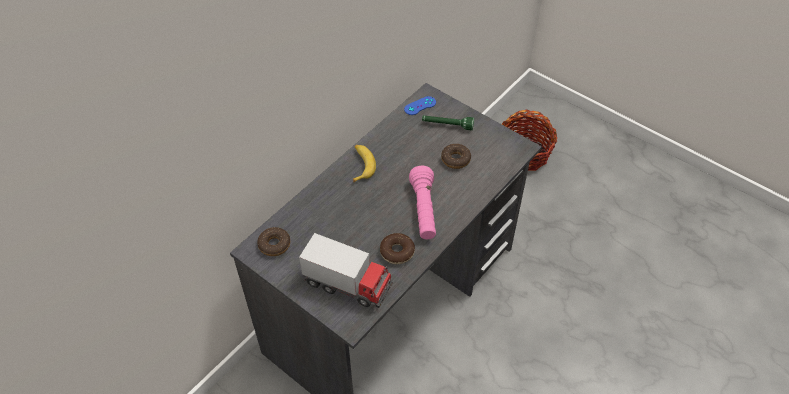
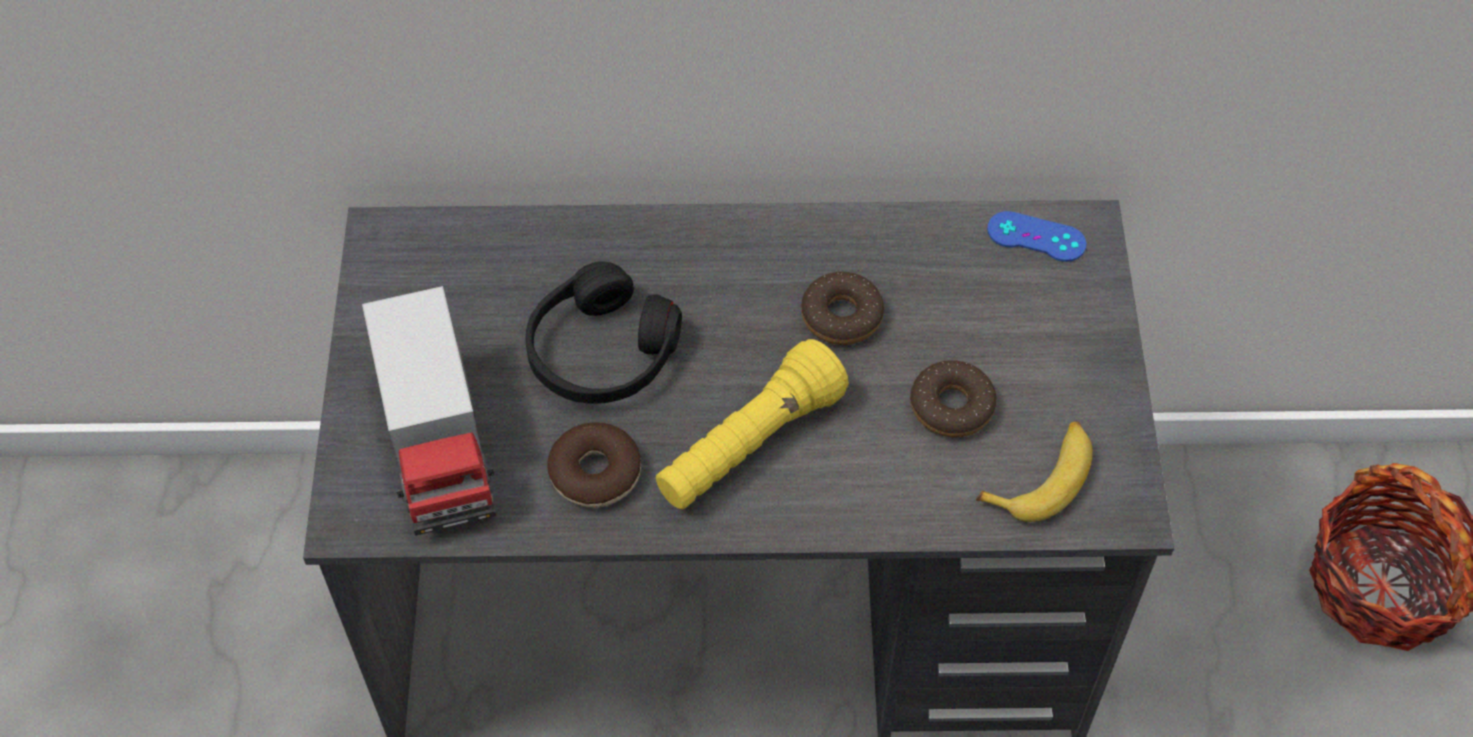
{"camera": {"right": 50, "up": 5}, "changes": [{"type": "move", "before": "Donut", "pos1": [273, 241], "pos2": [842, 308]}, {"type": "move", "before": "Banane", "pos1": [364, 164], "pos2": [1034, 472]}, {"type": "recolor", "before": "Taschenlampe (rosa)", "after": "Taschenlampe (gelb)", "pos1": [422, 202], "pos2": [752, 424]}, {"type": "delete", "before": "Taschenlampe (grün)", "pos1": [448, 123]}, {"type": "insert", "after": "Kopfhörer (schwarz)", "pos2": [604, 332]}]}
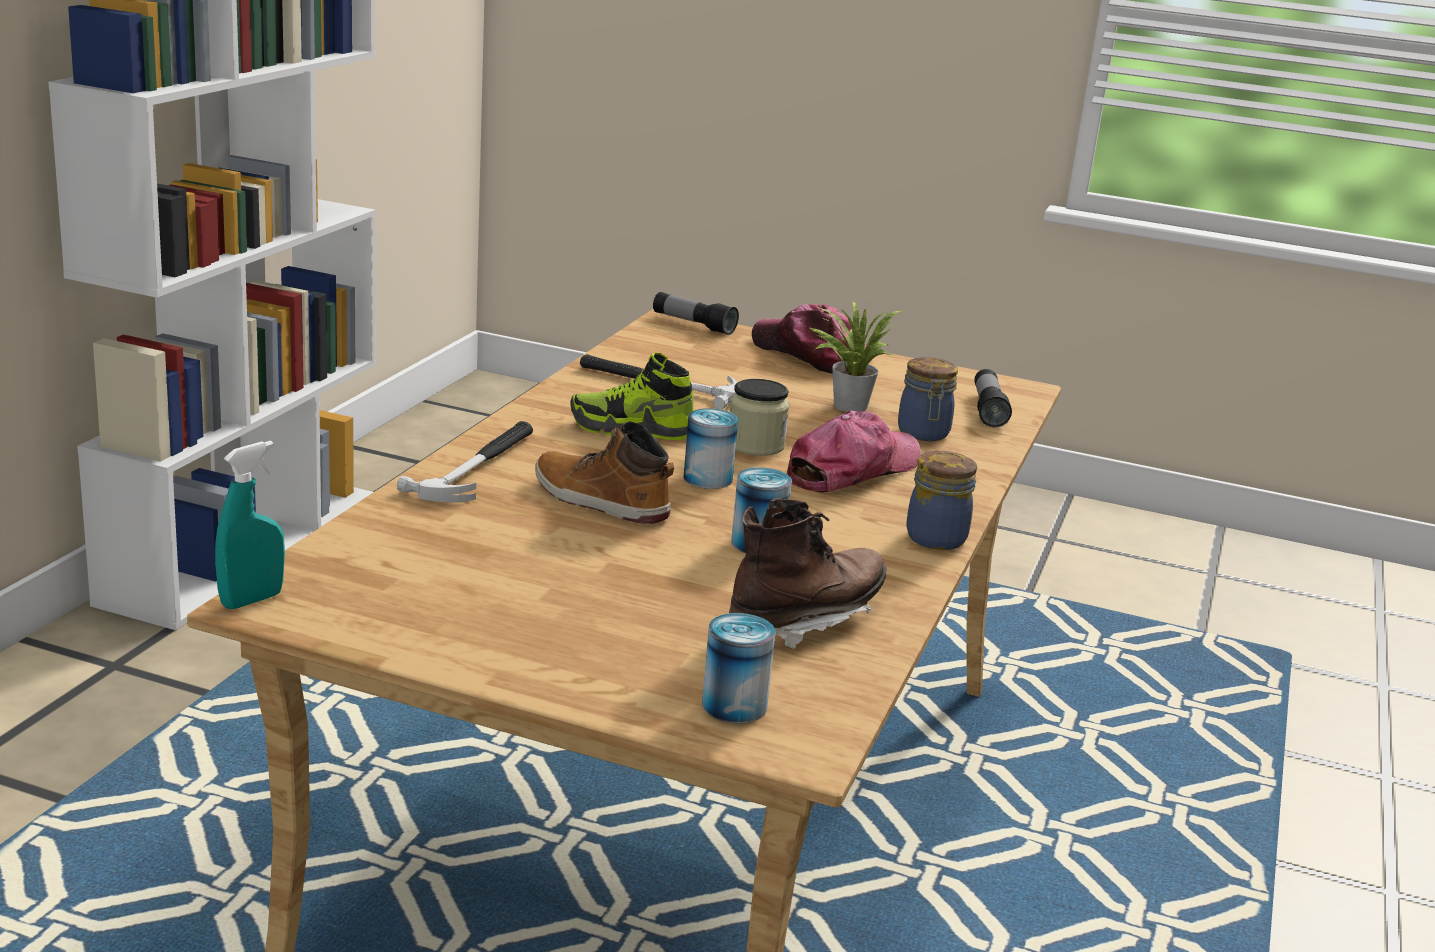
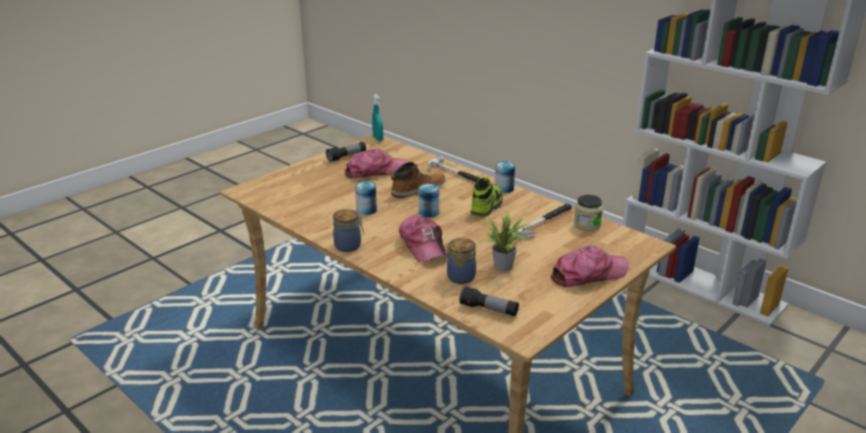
{"camera": {"right": 115, "up": 5}, "changes": [{"type": "move", "before": "Taschenlampe", "pos1": [696, 313], "pos2": [346, 152]}, {"type": "move", "before": "Dose", "pos1": [738, 668], "pos2": [505, 177]}, {"type": "delete", "before": "Stiefel (braun)", "pos1": [808, 573]}, {"type": "move", "before": "Vorratsglas", "pos1": [760, 417], "pos2": [588, 213]}, {"type": "insert", "after": "Kappe", "pos2": [376, 163]}]}
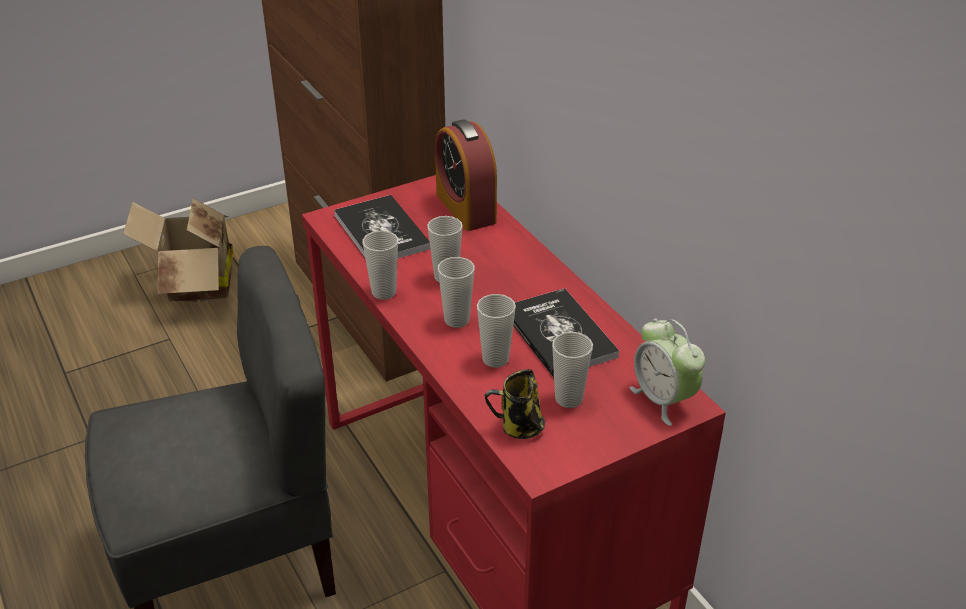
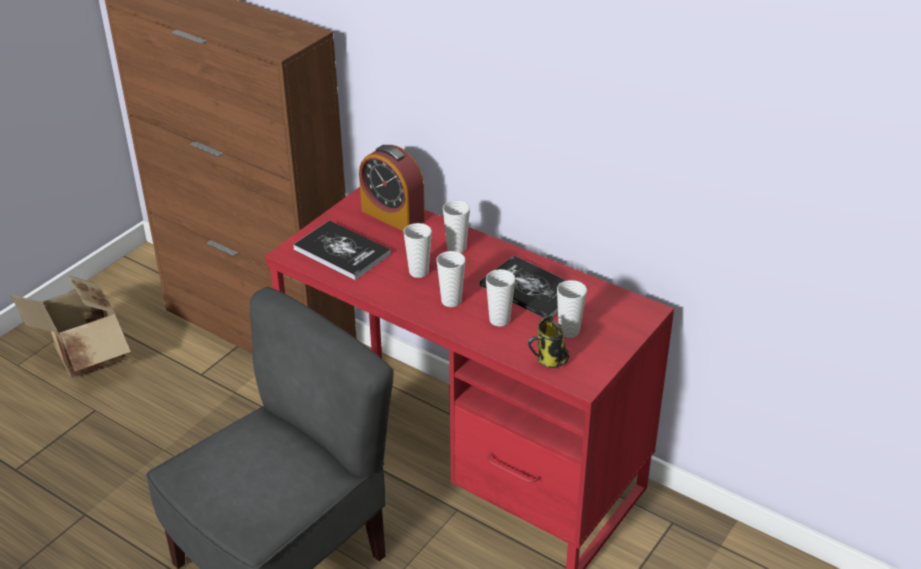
{"camera": {"right": -25, "up": 0}, "changes": [{"type": "move", "before": "Tasse", "pos1": [380, 265], "pos2": [456, 226]}, {"type": "delete", "before": "Wecker", "pos1": [667, 372]}]}
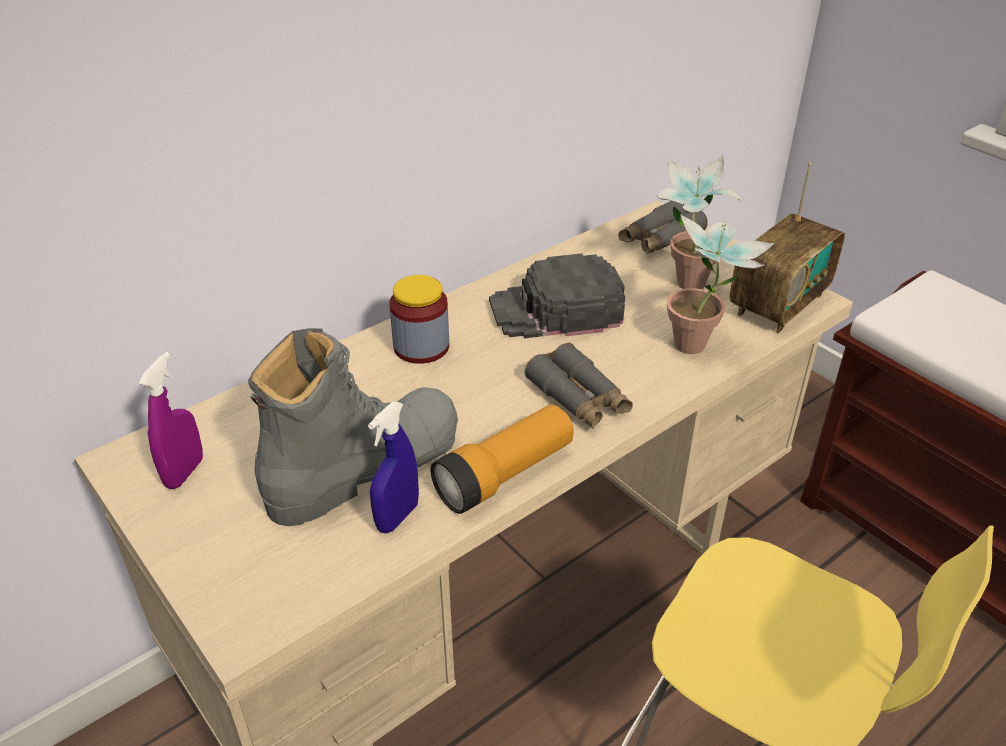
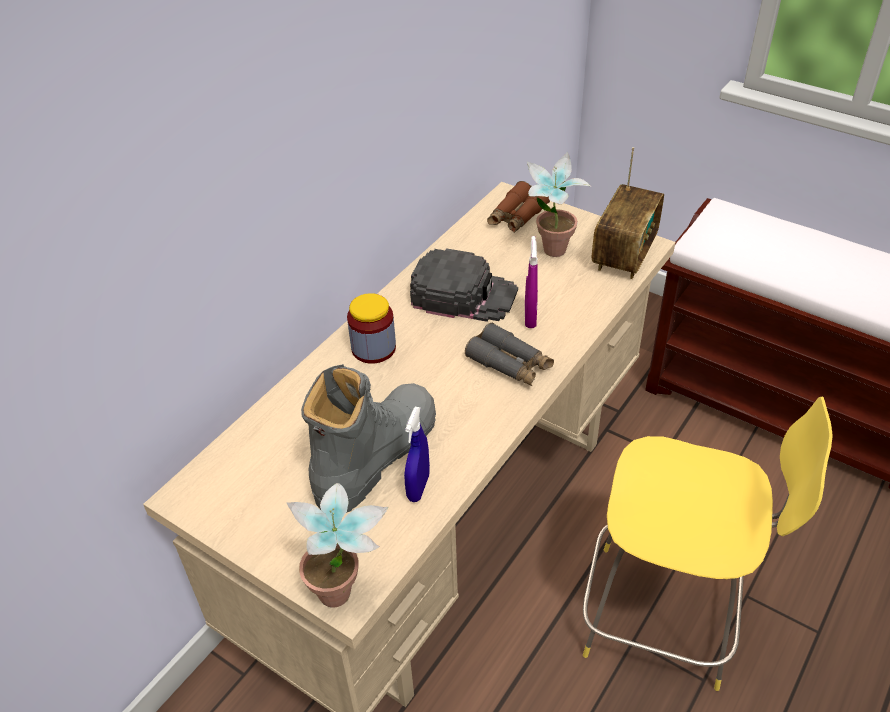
{"camera": {"right": -15, "up": 5}, "changes": [{"type": "move", "before": "Sprühflasche (lila)", "pos1": [171, 420], "pos2": [531, 282]}, {"type": "delete", "before": "Taschenlampe", "pos1": [502, 459]}, {"type": "rotate", "before": "Kappe (schwarz)", "pos1": [557, 295], "pos2": [464, 285], "turn": -135}, {"type": "recolor", "before": "Fernglas (grau)", "after": "Fernglas (braun)", "pos1": [663, 227], "pos2": [518, 207]}, {"type": "move", "before": "Topfpflanze", "pos1": [720, 284], "pos2": [337, 545]}]}
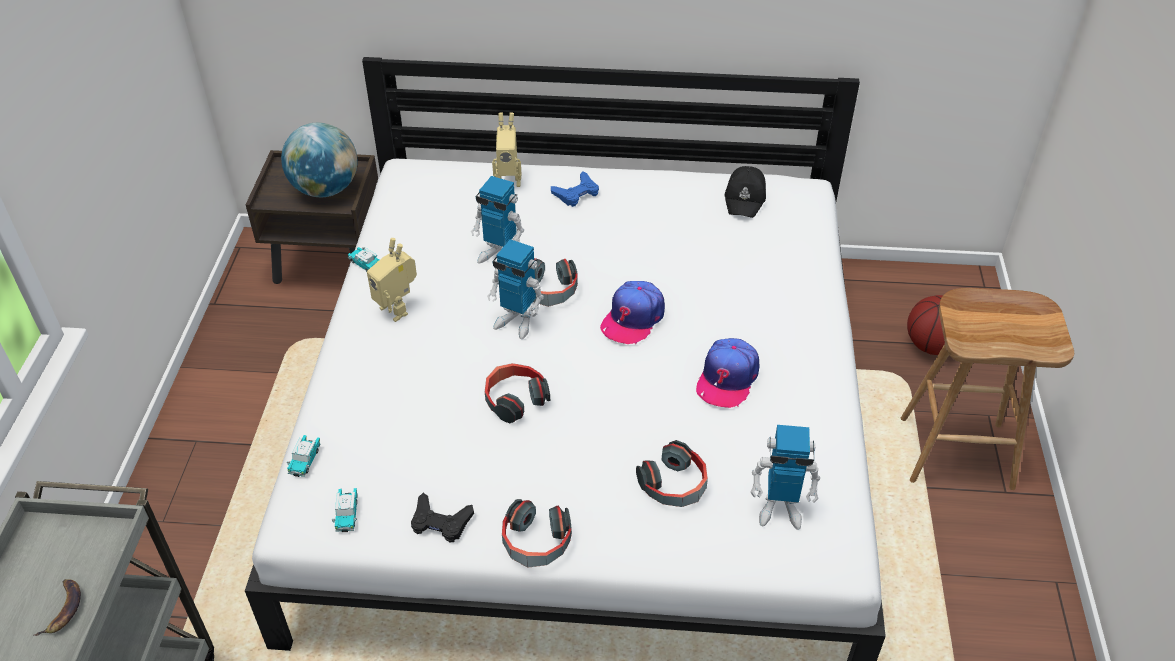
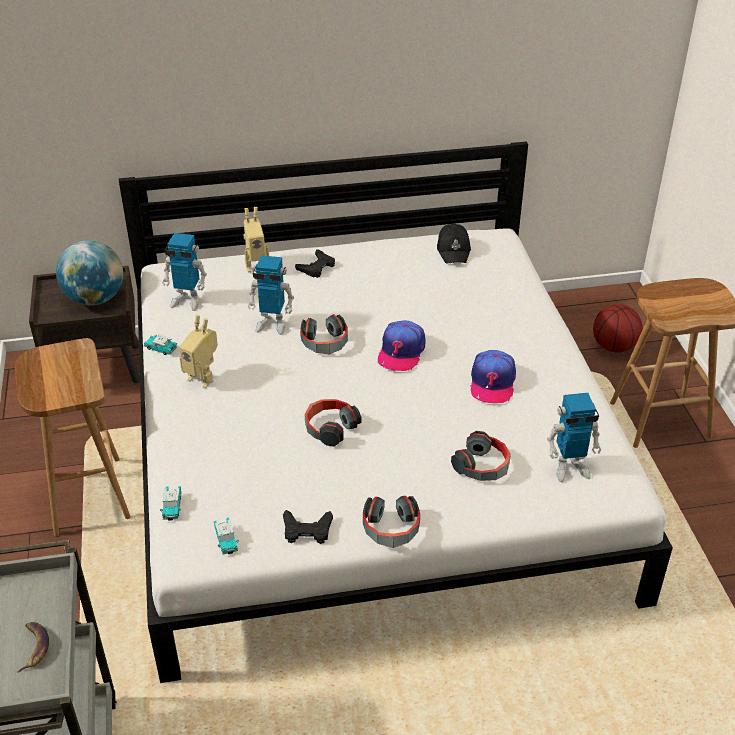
{"camera": {"right": -15, "up": -5}, "changes": [{"type": "move", "before": "Spielzeugroboter", "pos1": [515, 289], "pos2": [184, 272]}, {"type": "recolor", "before": "Gamepad (blau)", "after": "Gamepad (schwarz)", "pos1": [575, 189], "pos2": [315, 263]}, {"type": "insert", "after": "Hocker (braun)", "pos2": [73, 437]}]}
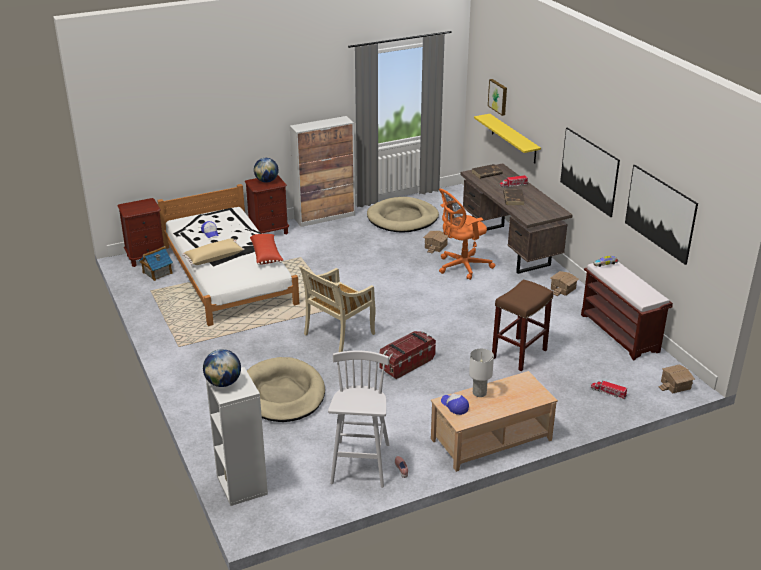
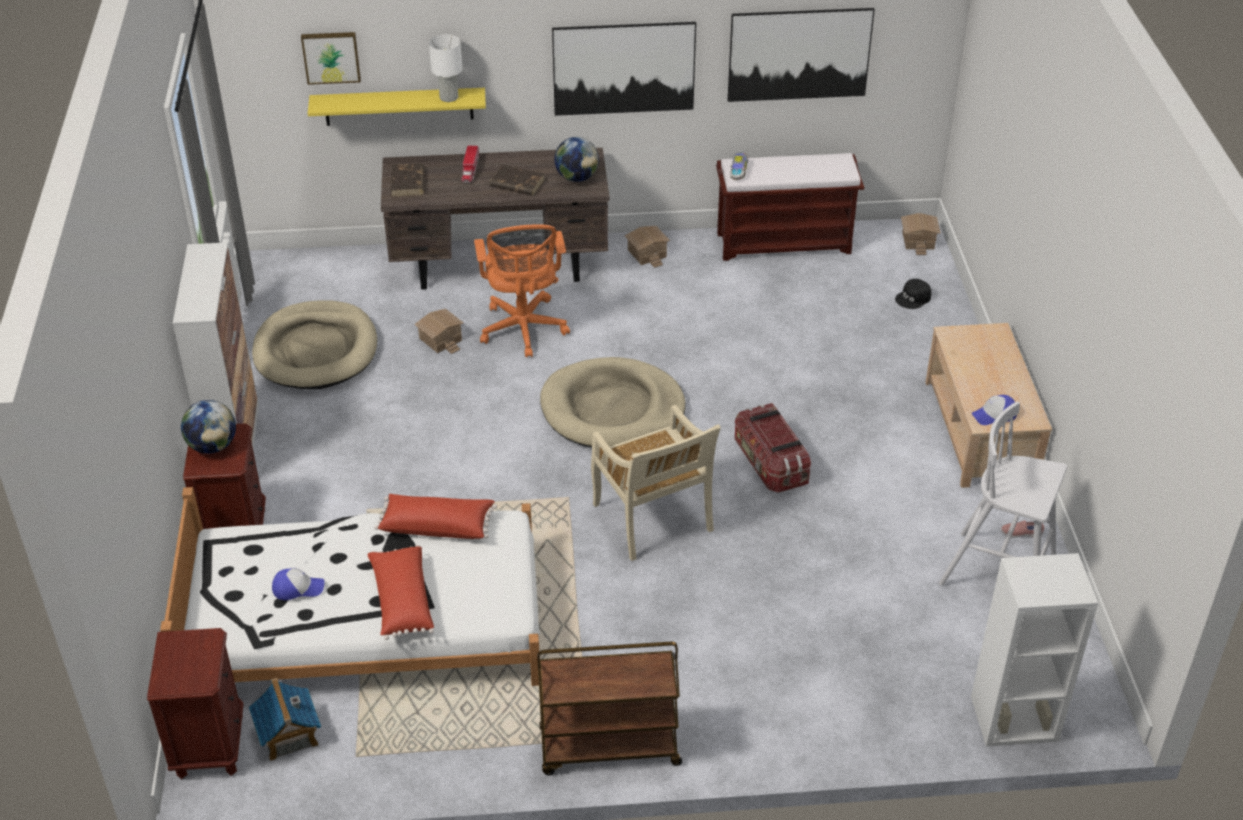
{"camera": {"right": -70, "up": 10}, "changes": [{"type": "recolor", "before": "Kissen (beige)", "after": "Kissen (rot)", "pos1": [214, 251], "pos2": [400, 592]}, {"type": "move", "before": "Globus", "pos1": [222, 368], "pos2": [576, 159]}, {"type": "move", "before": "Hundebett (beige)", "pos1": [286, 389], "pos2": [613, 402]}, {"type": "move", "before": "Tischlampe (weiß)", "pos1": [481, 372], "pos2": [445, 68]}, {"type": "delete", "before": "Hocker (braun)", "pos1": [522, 325]}, {"type": "replace", "before": "Spielzeuglaster", "after": "Kappe (schwarz)", "pos1": [609, 389], "pos2": [913, 294]}, {"type": "insert", "after": "Rollwagen (braun)", "pos2": [609, 708]}]}
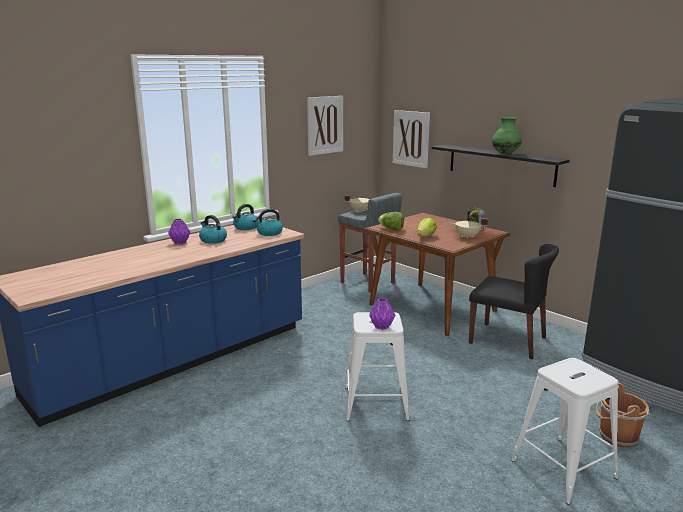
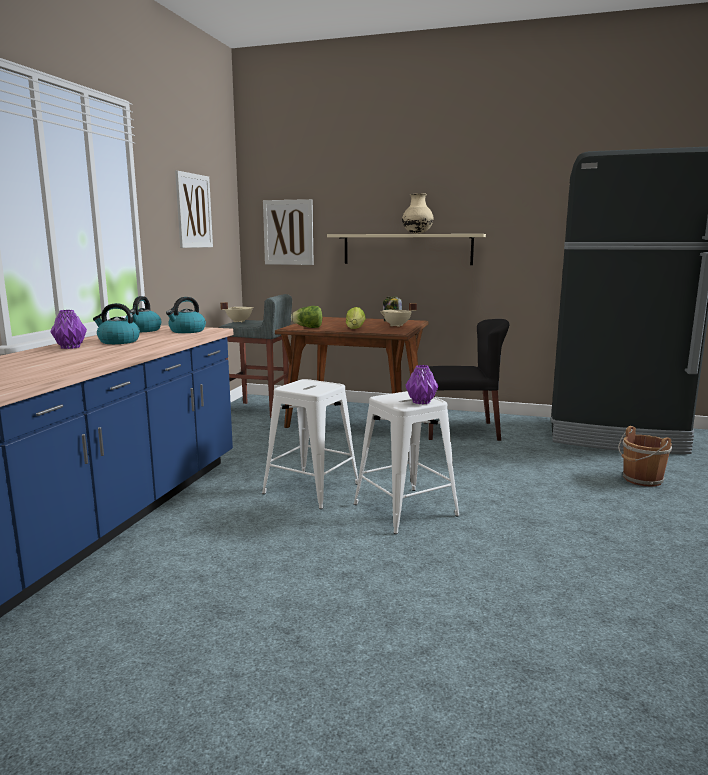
{"camera": {"right": -30, "up": -5}, "changes": [{"type": "recolor", "before": "Wandregal (schwarz)", "after": "Wandregal (beige)", "pos1": [501, 166], "pos2": [406, 249]}, {"type": "recolor", "before": "Vase (grün)", "after": "Vase (beige)", "pos1": [507, 135], "pos2": [418, 213]}, {"type": "move", "before": "Hocker (weiß)", "pos1": [564, 431], "pos2": [310, 444]}]}
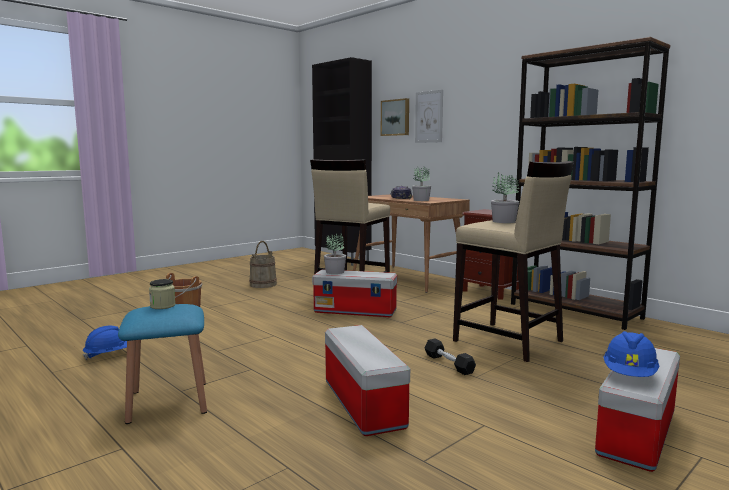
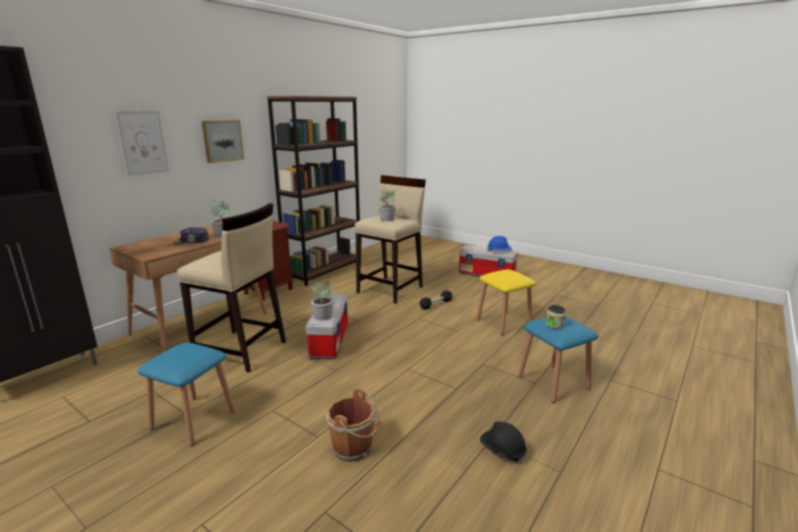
{"camera": {"right": -100, "up": 10}, "changes": [{"type": "recolor", "before": "Schutzhelm (blau)", "after": "Schutzhelm (schwarz)", "pos1": [105, 343], "pos2": [503, 442]}, {"type": "replace", "before": "Eimer (beige)", "after": "Hocker (blau)", "pos1": [263, 264], "pos2": [186, 394]}, {"type": "replace", "before": "Aufbewahrungsbox", "after": "Hocker (gelb)", "pos1": [367, 380], "pos2": [506, 302]}, {"type": "move", "before": "Bild", "pos1": [395, 117], "pos2": [223, 141]}]}
